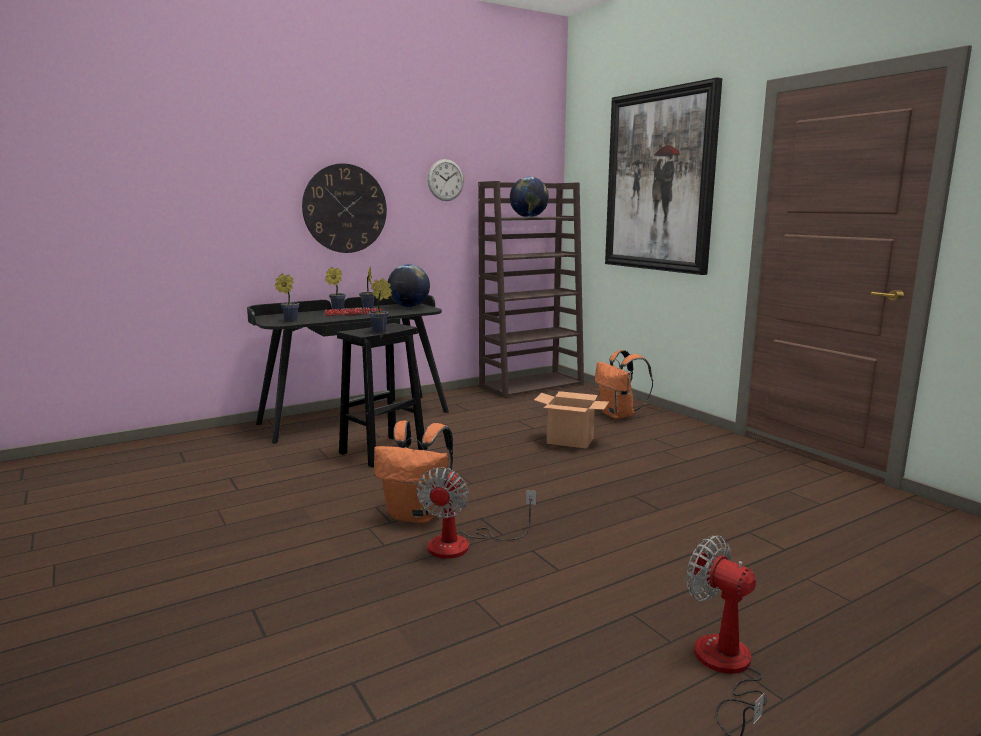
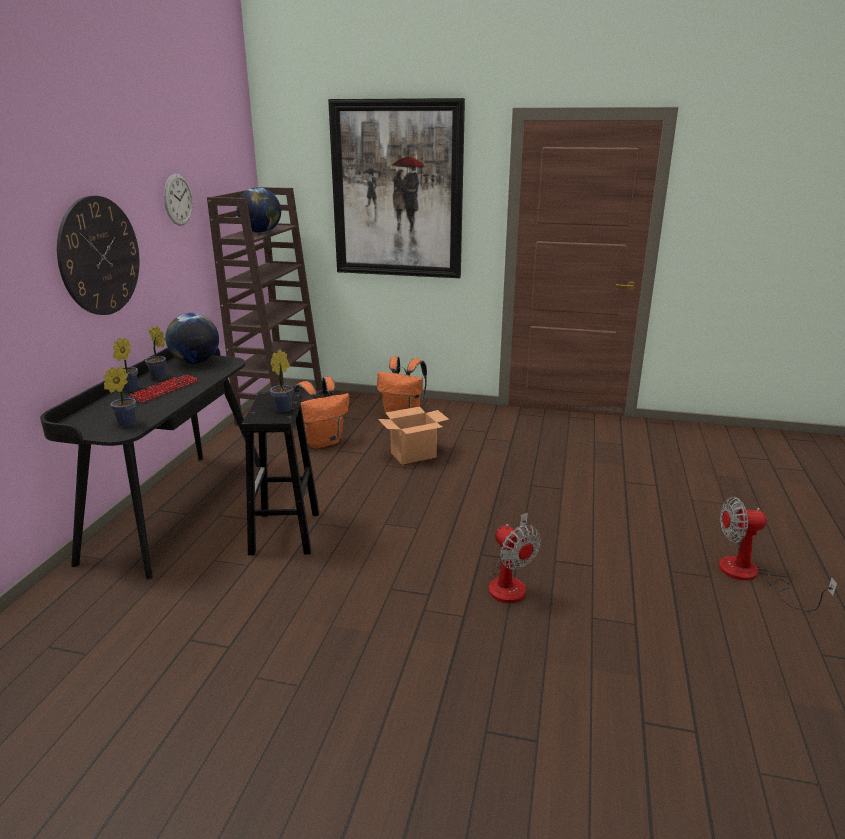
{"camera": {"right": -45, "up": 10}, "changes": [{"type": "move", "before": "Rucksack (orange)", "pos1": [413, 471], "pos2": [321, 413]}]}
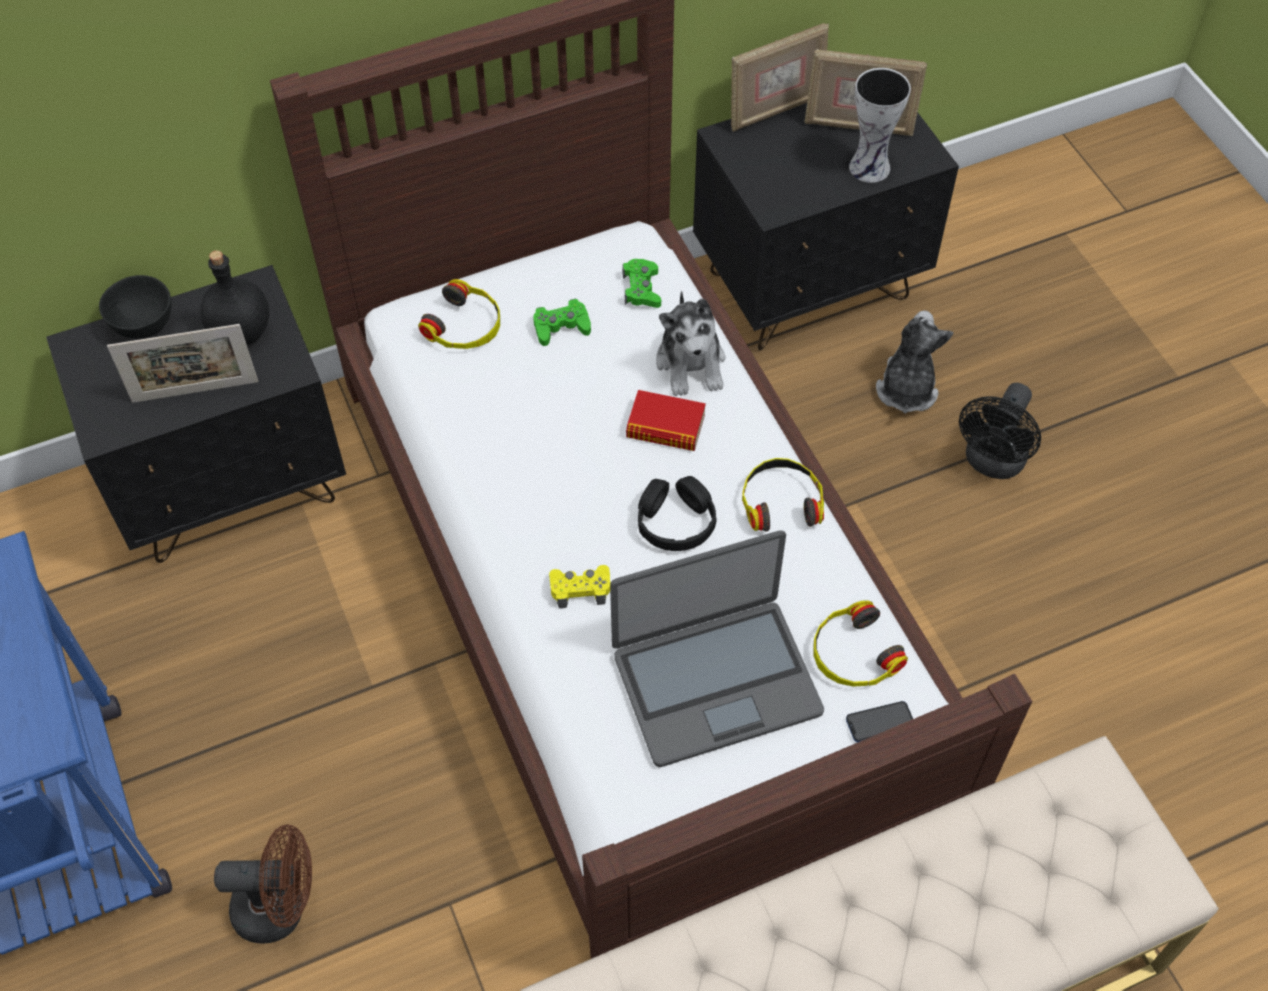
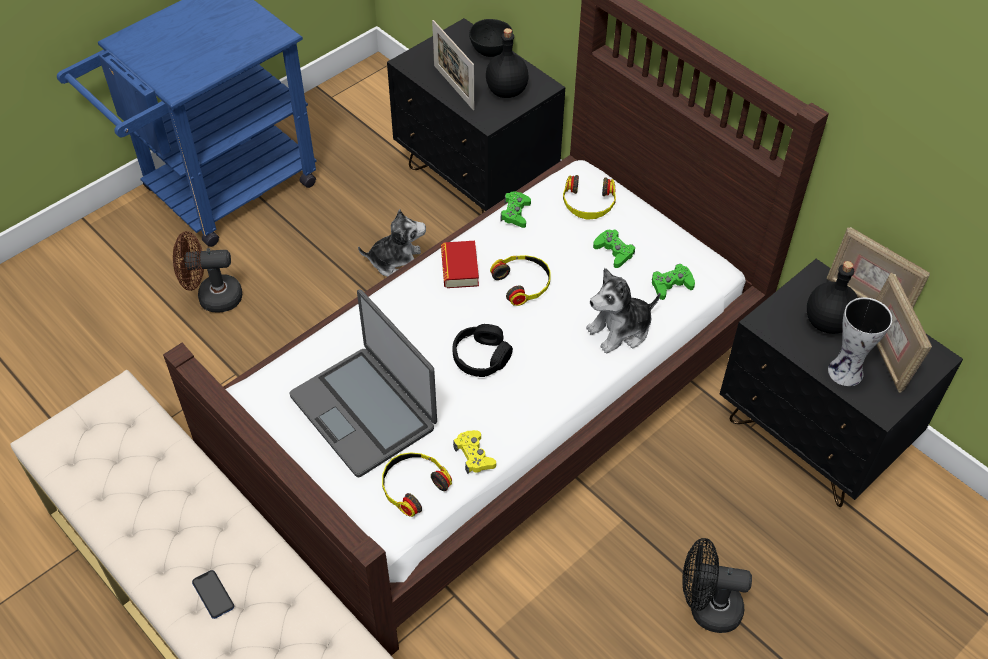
{"camera": {"right": 70, "up": -5}, "changes": [{"type": "rotate", "before": "Ventilator (braun)", "pos1": [263, 884], "pos2": [207, 272], "turn": 105}, {"type": "move", "before": "Gamepad (gelb)", "pos1": [580, 586], "pos2": [474, 452]}, {"type": "move", "before": "Buch", "pos1": [666, 420], "pos2": [460, 264]}, {"type": "move", "before": "Kopfhörer", "pos1": [783, 495], "pos2": [520, 280]}, {"type": "move", "before": "Handy", "pos1": [879, 721], "pos2": [213, 594]}, {"type": "move", "before": "Plüschtier", "pos1": [915, 362], "pos2": [392, 243]}, {"type": "insert", "after": "Gamepad (grün)", "pos2": [515, 209]}, {"type": "insert", "after": "Flasche (schwarz)", "pos2": [832, 297]}]}
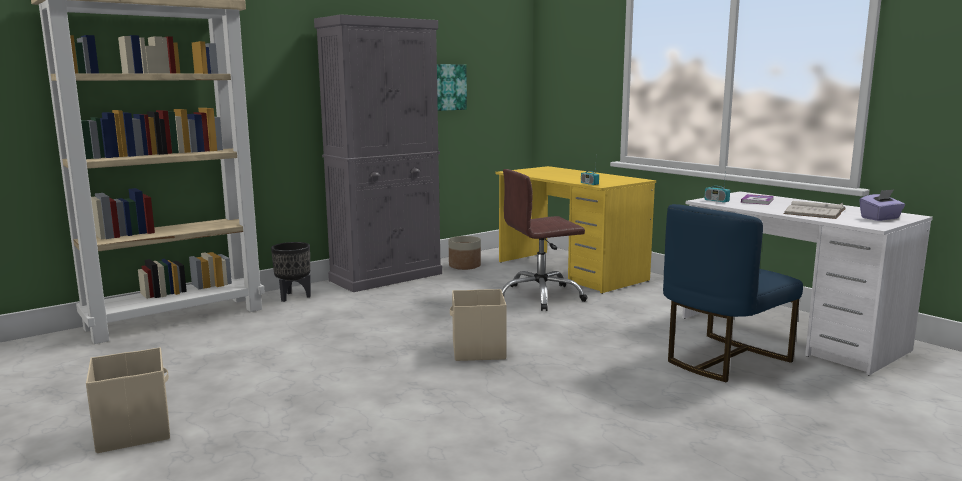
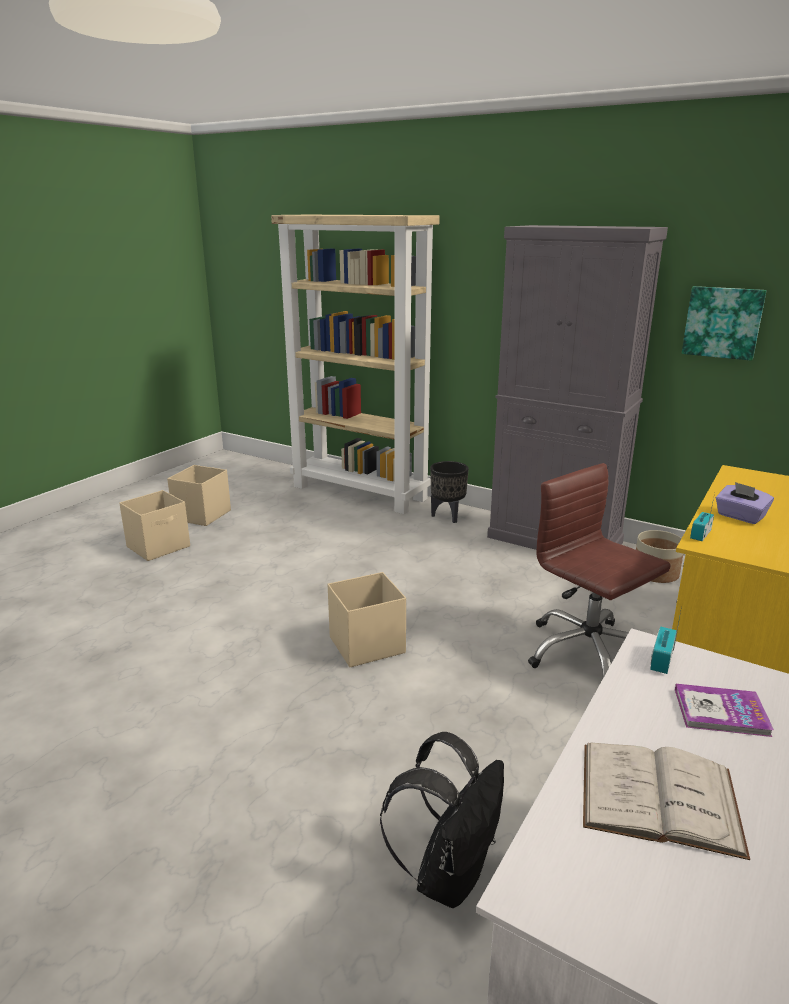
{"camera": {"right": 70, "up": 10}, "changes": [{"type": "replace", "before": "Stuhl (blau)", "after": "Rucksack (schwarz)", "pos1": [733, 293], "pos2": [442, 820]}, {"type": "move", "before": "Taschentuchbox (lila)", "pos1": [882, 205], "pos2": [745, 503]}, {"type": "insert", "after": "Aufbewahrungsbox (beige)", "pos2": [199, 495]}]}
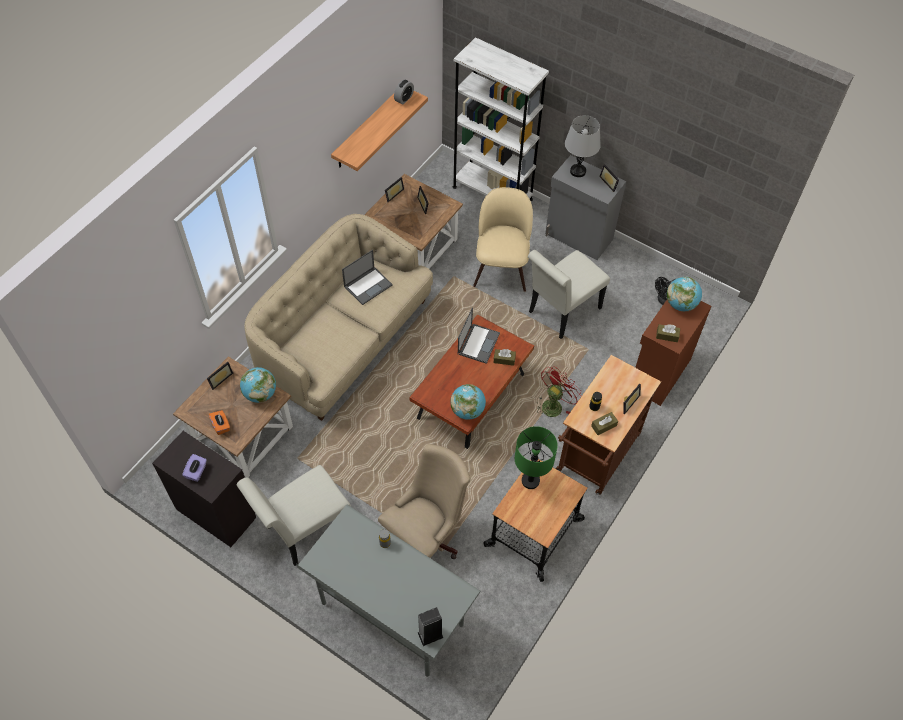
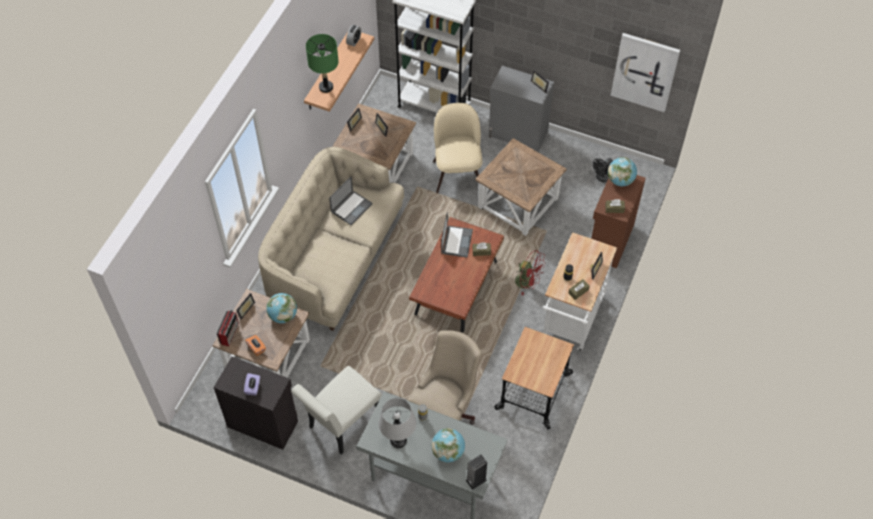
{"camera": {"right": -10, "up": 0}, "changes": [{"type": "move", "before": "Globus", "pos1": [468, 402], "pos2": [448, 445]}, {"type": "move", "before": "Tischlampe (grün)", "pos1": [536, 457], "pos2": [322, 63]}, {"type": "replace", "before": "Stuhl (weiß)", "after": "Beistelltisch (braun)", "pos1": [569, 294], "pos2": [521, 187]}, {"type": "rotate", "before": "Ventilator (rot)", "pos1": [559, 392], "pos2": [530, 272], "turn": 90}, {"type": "recolor", "before": "Rollwagen (braun)", "after": "Rollwagen (weiß)", "pos1": [608, 425], "pos2": [580, 291]}, {"type": "move", "before": "Tischlampe (grau)", "pos1": [583, 146], "pos2": [397, 423]}, {"type": "insert", "after": "Radio", "pos2": [228, 328]}, {"type": "insert", "after": "Bild", "pos2": [645, 72]}]}
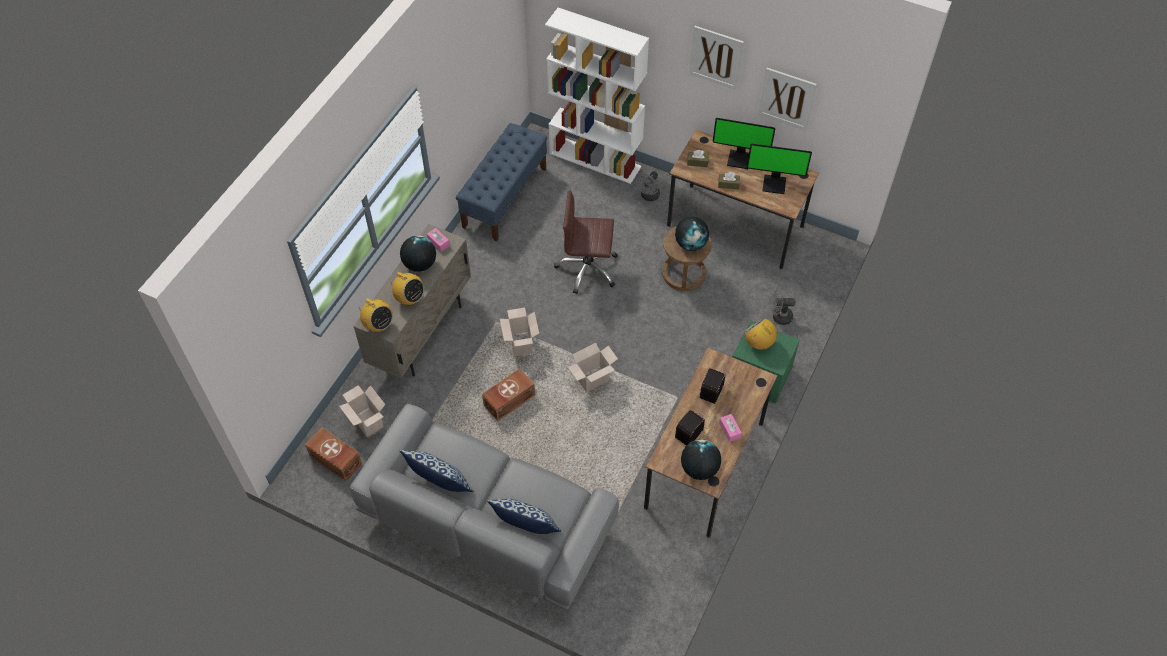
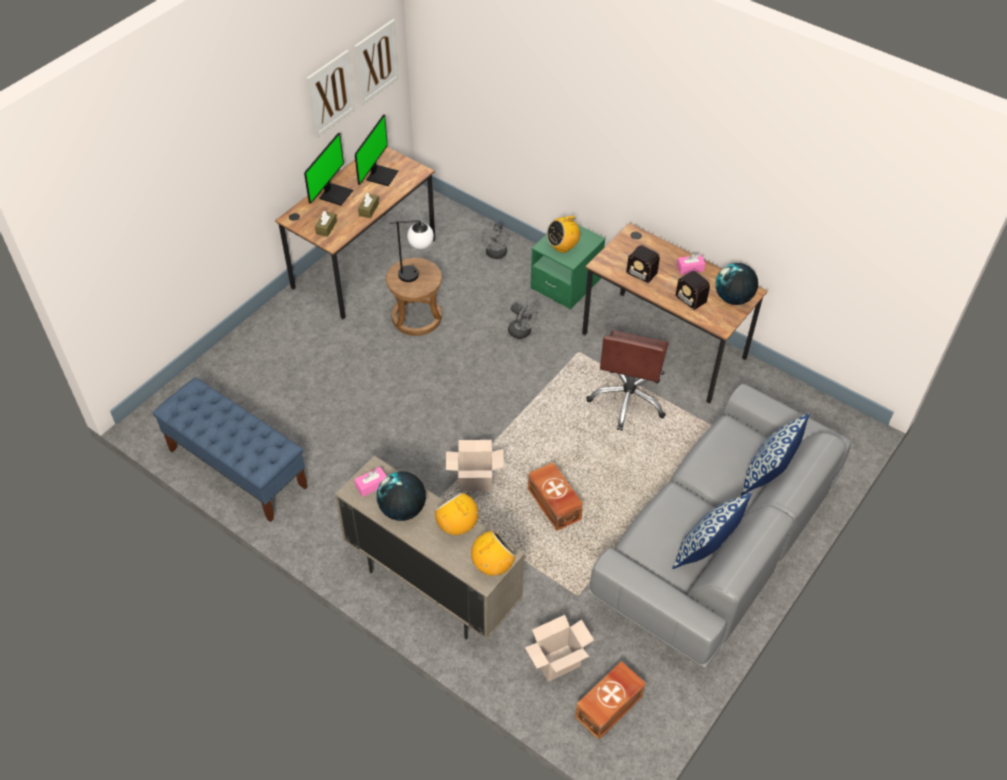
{"camera": {"right": -80, "up": -5}, "changes": [{"type": "rotate", "before": "Radio", "pos1": [407, 288], "pos2": [458, 513], "turn": -90}, {"type": "delete", "before": "Bücherregal (weiß)", "pos1": [597, 96]}, {"type": "move", "before": "Bürostuhl (braun)", "pos1": [586, 242], "pos2": [627, 380]}, {"type": "delete", "before": "Karton", "pos1": [593, 367]}, {"type": "move", "before": "Ventilator (grau)", "pos1": [648, 186], "pos2": [524, 321]}, {"type": "replace", "before": "Globus", "after": "Tischlampe", "pos1": [692, 234], "pos2": [412, 251]}, {"type": "move", "before": "Bild", "pos1": [716, 58], "pos2": [377, 62]}]}
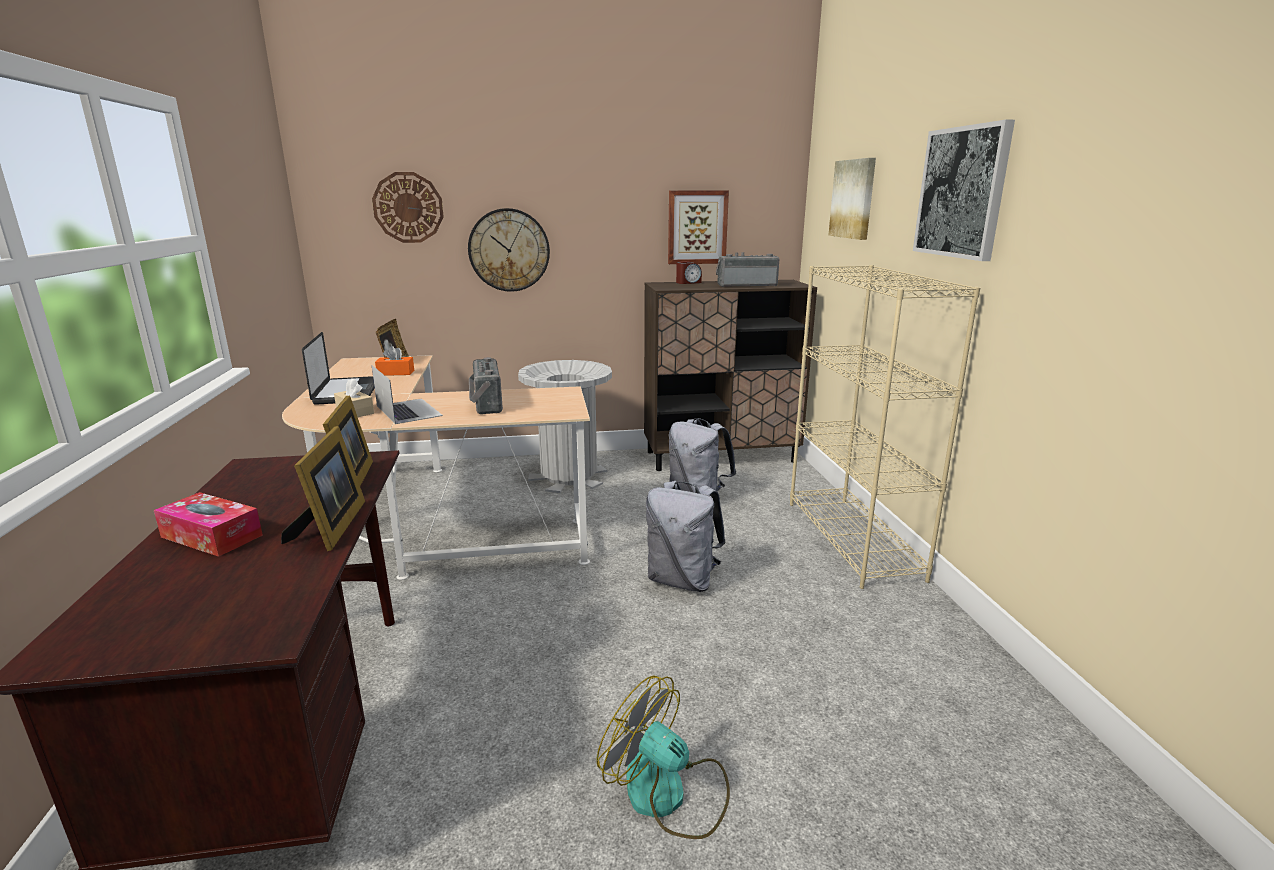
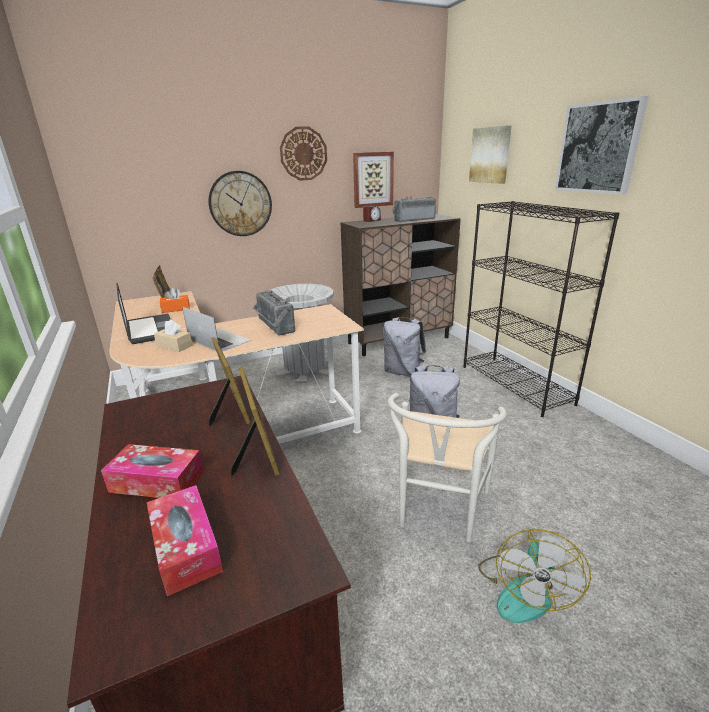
{"camera": {"right": -15, "up": 5}, "changes": [{"type": "move", "before": "Wanduhr", "pos1": [408, 207], "pos2": [303, 154]}, {"type": "rotate", "before": "Ventilator", "pos1": [663, 757], "pos2": [534, 576], "turn": -90}, {"type": "recolor", "before": "Bücherregal (beige)", "after": "Bücherregal (schwarz)", "pos1": [885, 427], "pos2": [541, 309]}, {"type": "insert", "after": "Taschentuchbox", "pos2": [185, 540]}, {"type": "insert", "after": "Stuhl (weiß)", "pos2": [447, 467]}]}
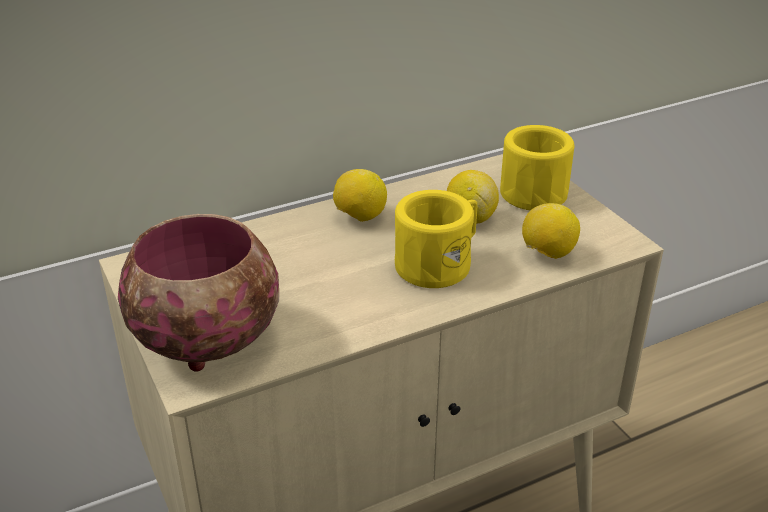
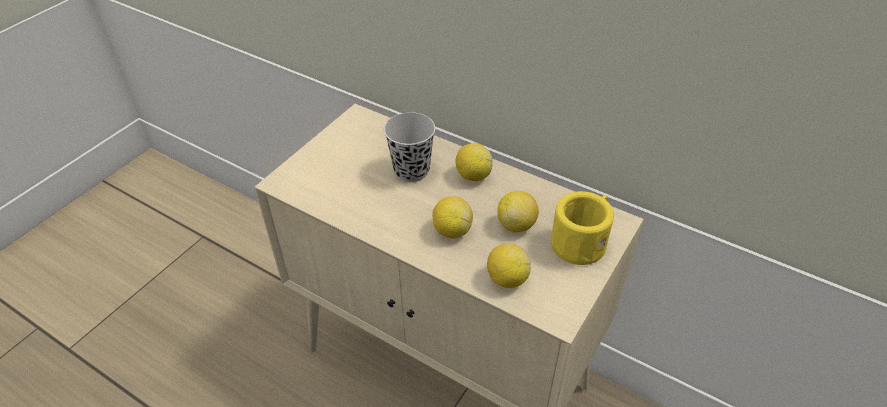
{"camera": {"right": 60, "up": 10}, "changes": [{"type": "delete", "before": "Schüssel", "pos1": [198, 293]}, {"type": "replace", "before": "Henkelbecher (gelb)", "after": "Zitrone", "pos1": [436, 239], "pos2": [452, 217]}, {"type": "insert", "after": "Tasse (schwarz)", "pos2": [409, 147]}]}
